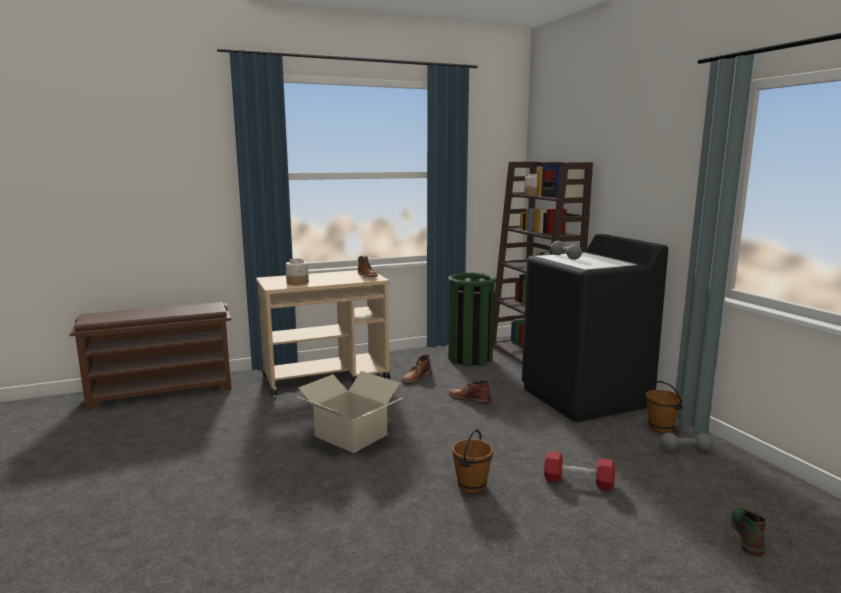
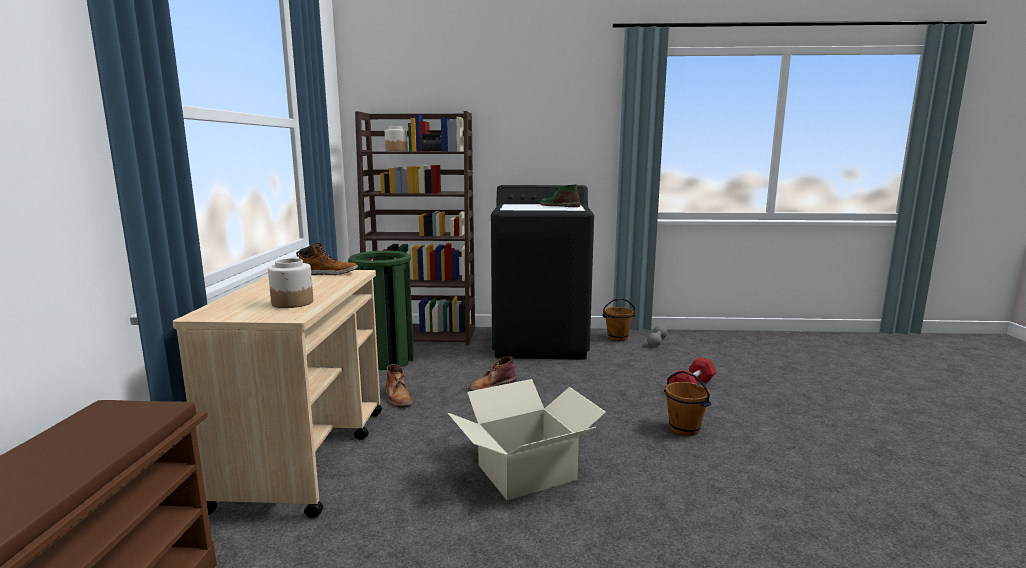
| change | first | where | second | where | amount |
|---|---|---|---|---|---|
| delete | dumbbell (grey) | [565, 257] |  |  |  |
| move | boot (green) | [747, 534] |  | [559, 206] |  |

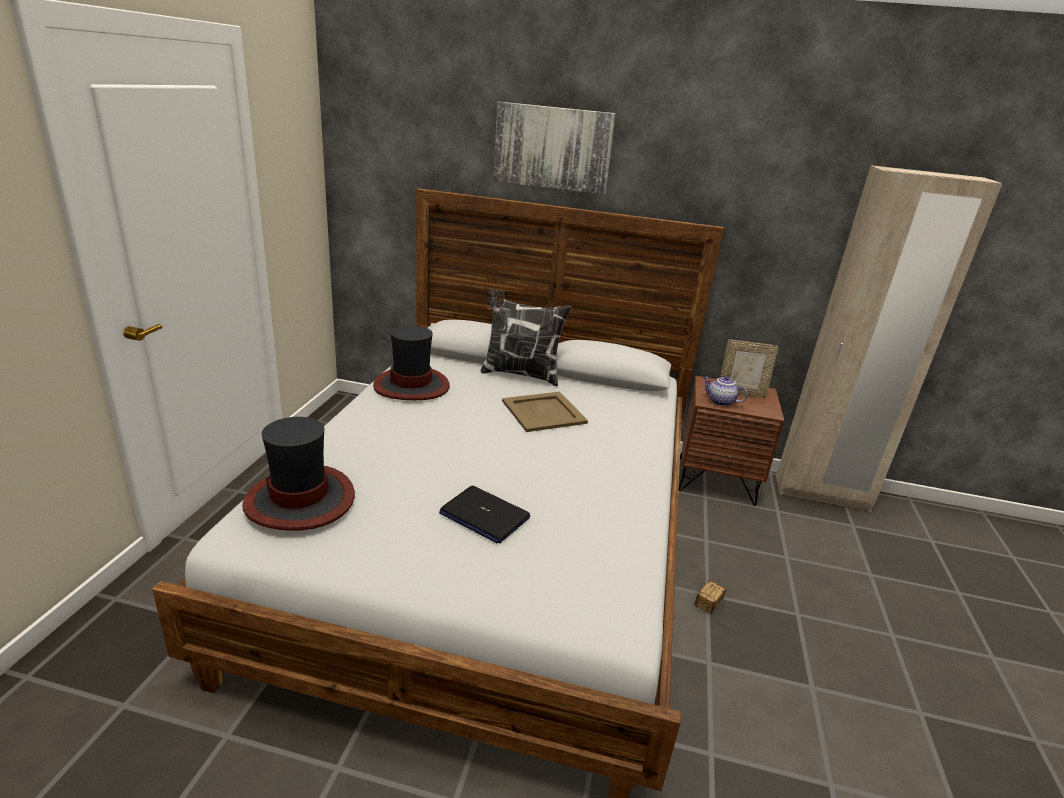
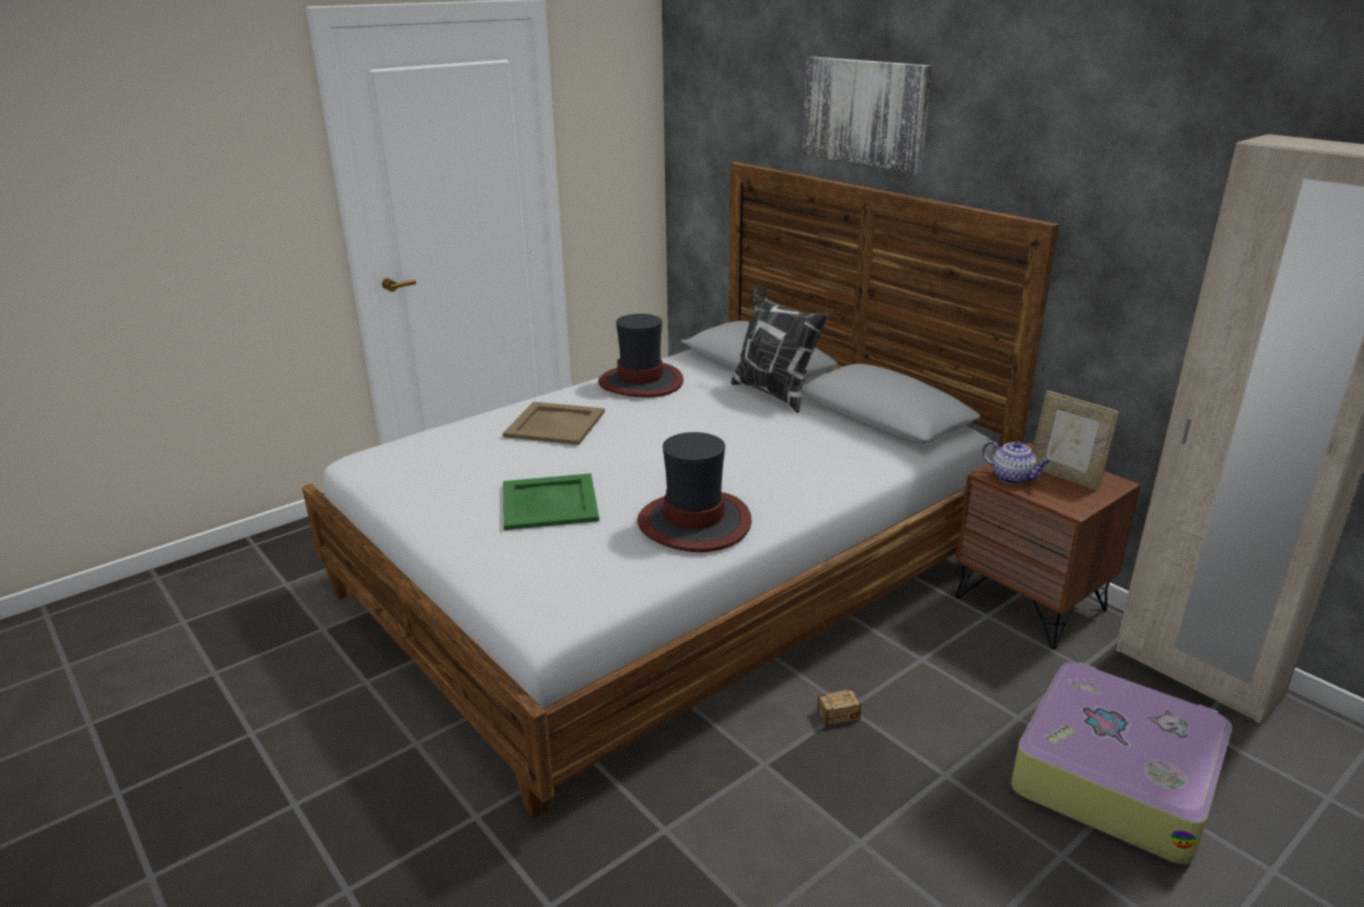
| change | first | where | second | where | amount |
|---|---|---|---|---|---|
| move | hat | [300, 500] |  | [694, 523] |  |
| replace | laptop | [484, 515] | tray (green) | [550, 502] |  |
| move | tray (beige) | [544, 411] |  | [556, 423] |  |
| rotate | teapot | [720, 401] |  | [1013, 478] | 150 degrees clockwise |
| insert |  |  | suitcase | [1114, 776] |  |

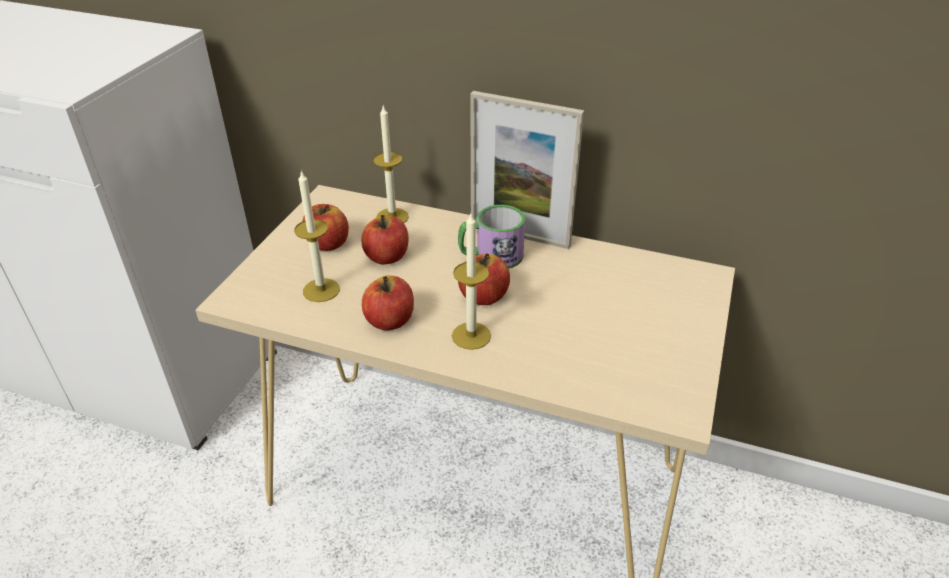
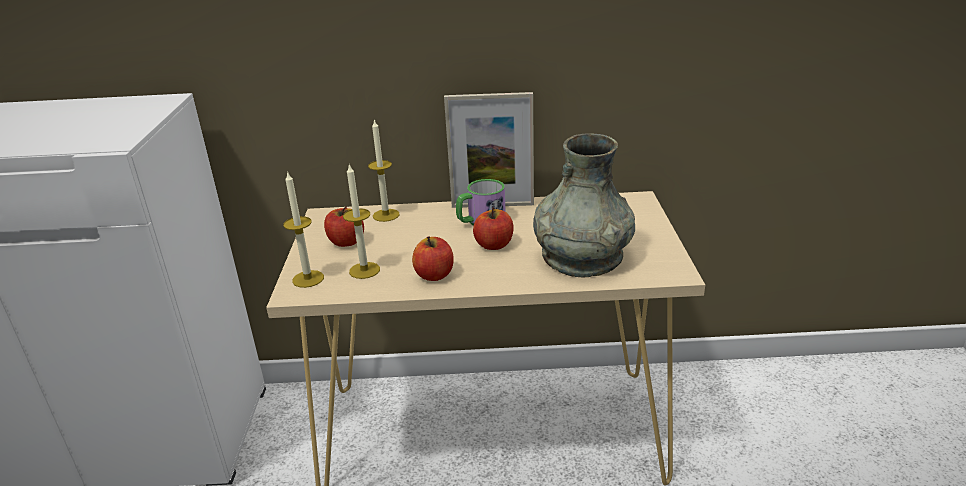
| change | first | where | second | where | amount |
|---|---|---|---|---|---|
| delete | apple | [387, 257] |  |  |  |
| move | candle | [471, 336] |  | [308, 279] |  |
| insert |  |  | vase (grey) | [582, 256] |  |

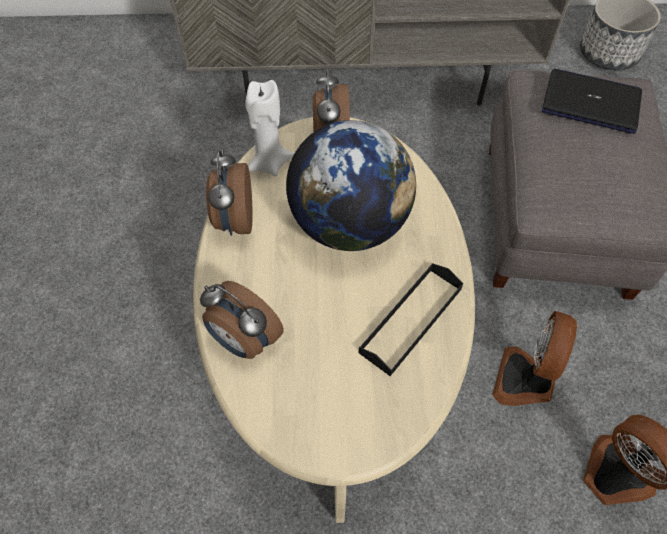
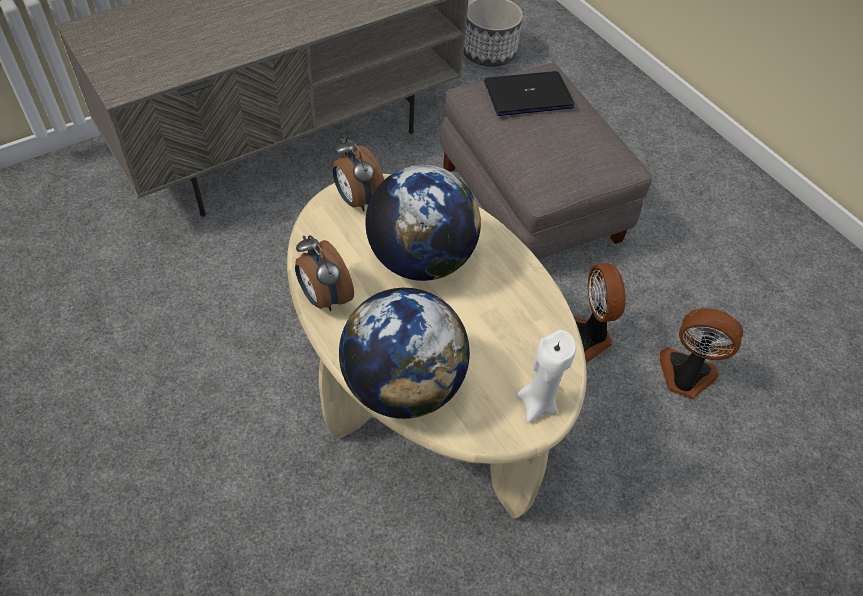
| change | first | where | second | where | amount |
|---|---|---|---|---|---|
| replace | alarm clock | [244, 341] | globe | [403, 385] |  |
| move | candle (white) | [269, 163] |  | [537, 403] |  |
| delete | tray (black) | [411, 320] |  |  |  |

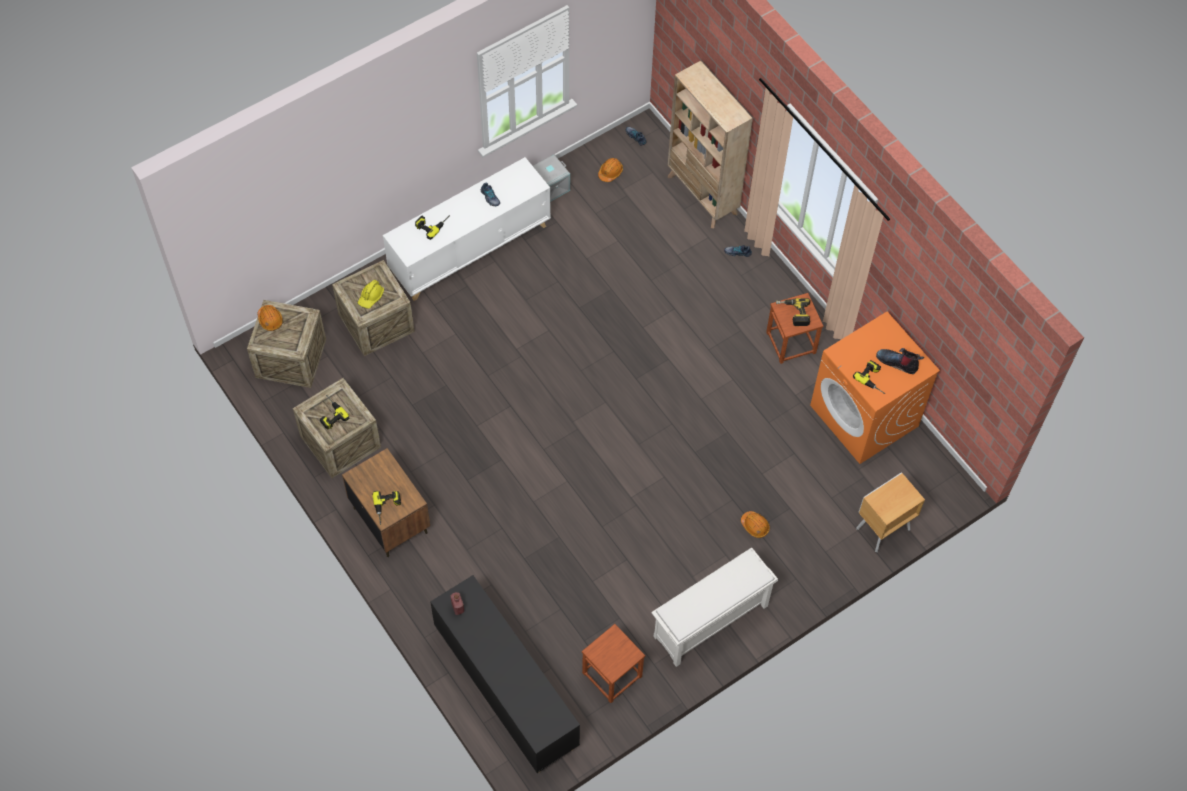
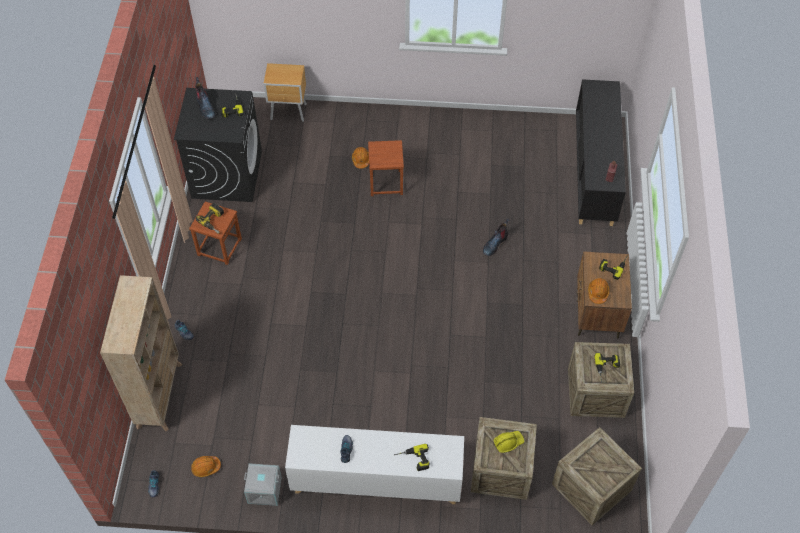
| change | first | where | second | where | amount |
|---|---|---|---|---|---|
| move | hard hat (orange) | [270, 320] |  | [598, 292] |  |
| move | stool (brown) | [612, 674] |  | [385, 182] |  |
| delete | shoe rack (white) | [710, 622] |  |  |  |
| recolor | washing machine (orange) | [865, 416] | washing machine (black) | [226, 174] |  |
| insert |  |  | boot | [495, 243] |  |

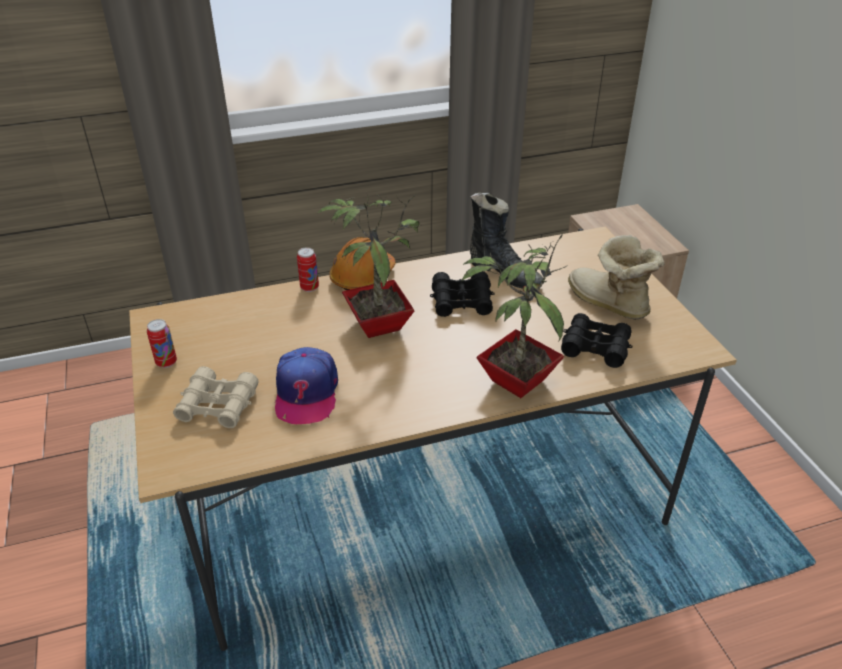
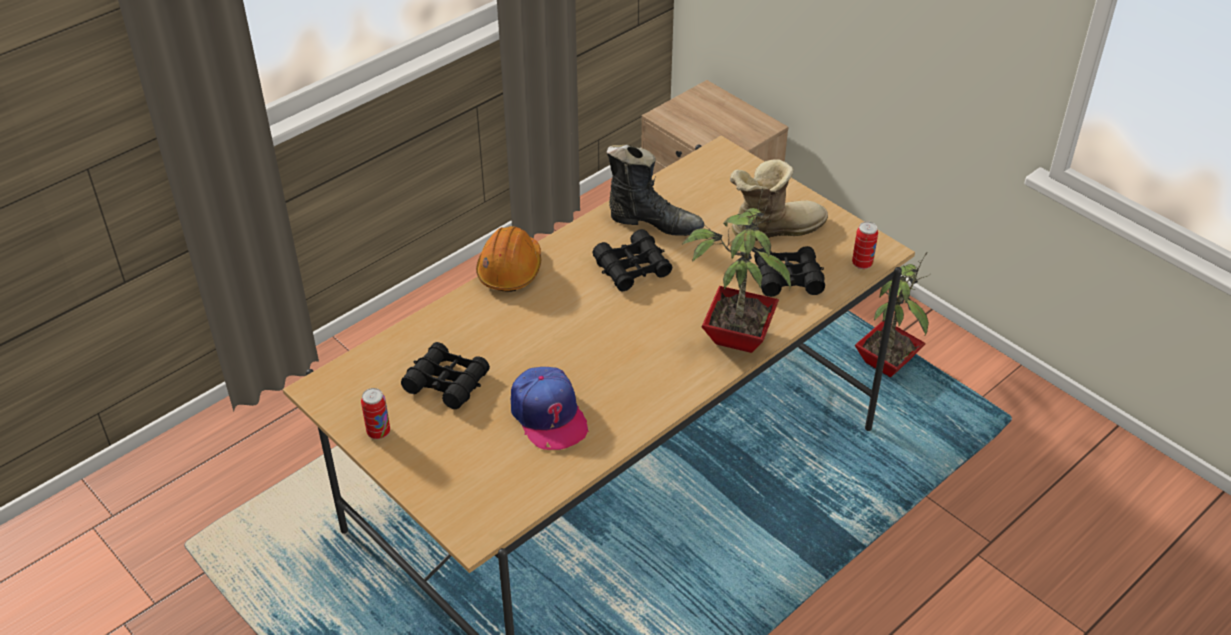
| change | first | where | second | where | amount |
|---|---|---|---|---|---|
| delete | binoculars (beige) | [218, 405] |  |  |  |
| move | can | [309, 287] |  | [862, 264] |  |
| move | potted plant | [377, 323] |  | [884, 362] |  |
| rotate | boot | [607, 304] |  | [773, 228] | 135 degrees clockwise |
| insert |  |  | binoculars (black) | [447, 382] |  |

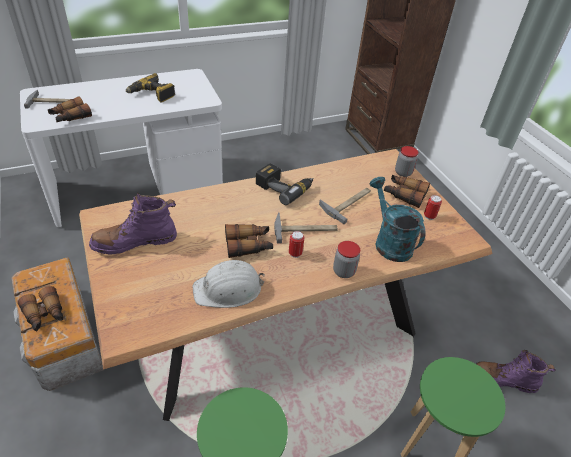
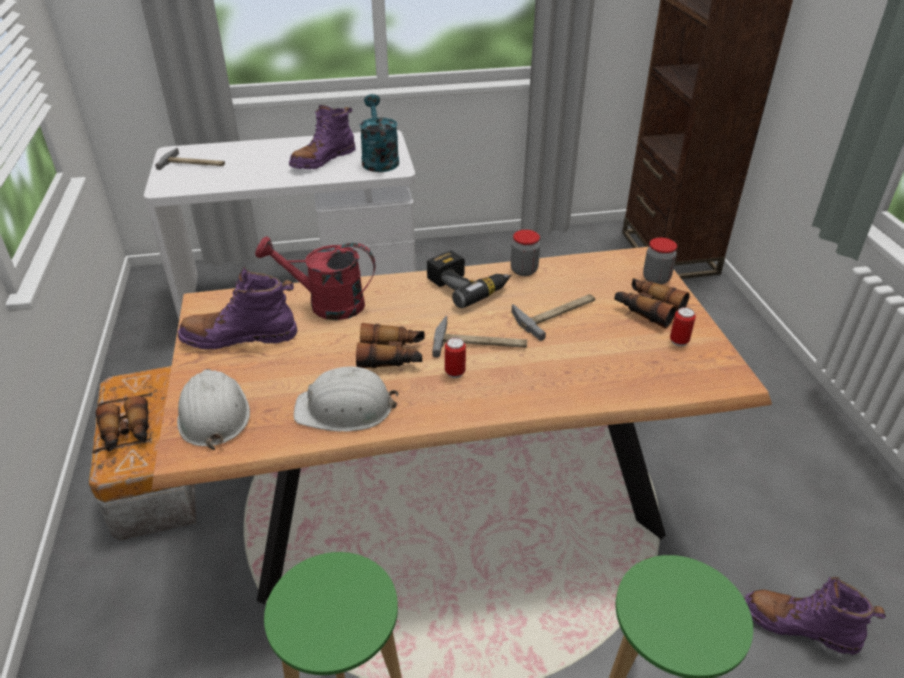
| change | first | where | second | where | amount |
|---|---|---|---|---|---|
| delete | binoculars | [70, 117] |  |  |  |
| replace | power drill | [152, 95] | boot (purple) | [323, 160] |  |
| move | jar | [344, 271] |  | [524, 270] |  |
| move | watering can (turquoise) | [389, 242] |  | [379, 159] |  |
| insert |  |  | hard hat (white) | [213, 414] |  |
| insert |  |  | watering can (red) | [326, 304] |  |

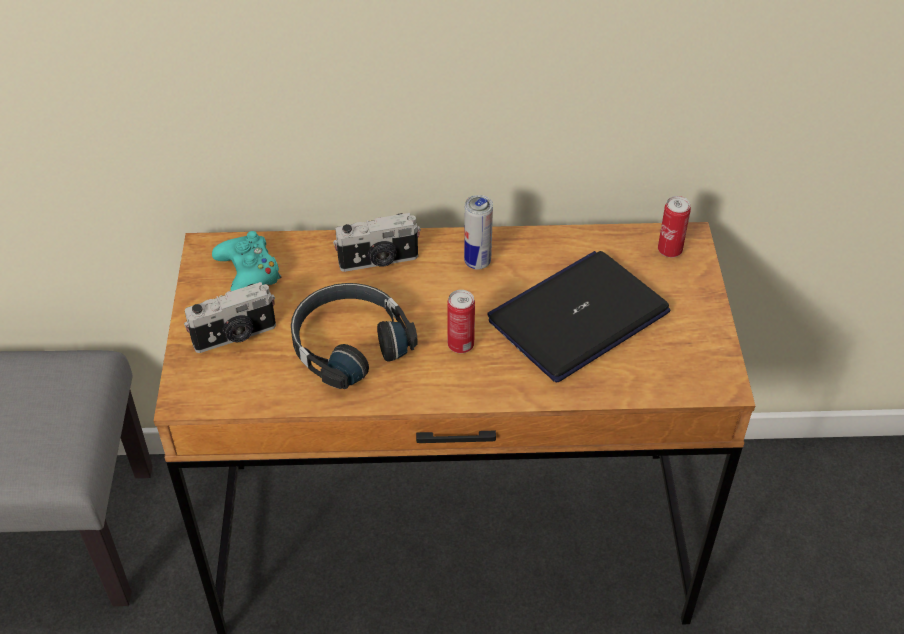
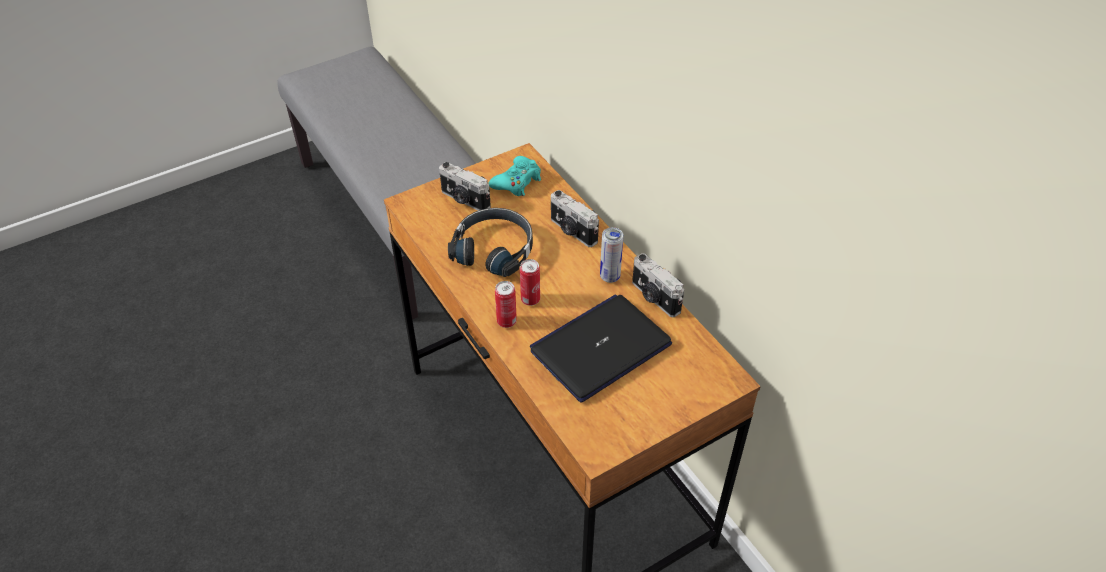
| change | first | where | second | where | amount |
|---|---|---|---|---|---|
| rotate | laptop | [578, 316] |  | [600, 348] | 60 degrees counterclockwise |
| move | can | [669, 250] |  | [506, 321] |  |
| insert |  |  | photo camera | [654, 298] |  |

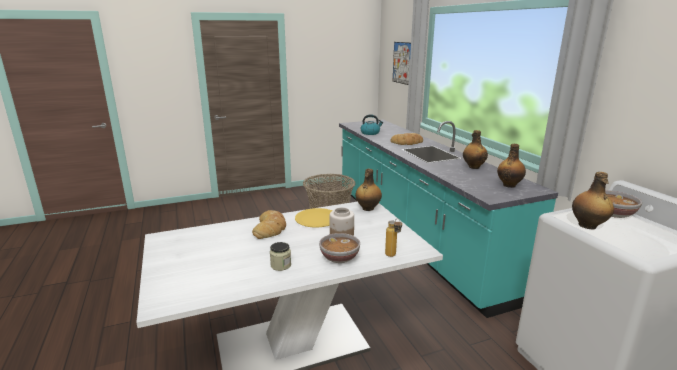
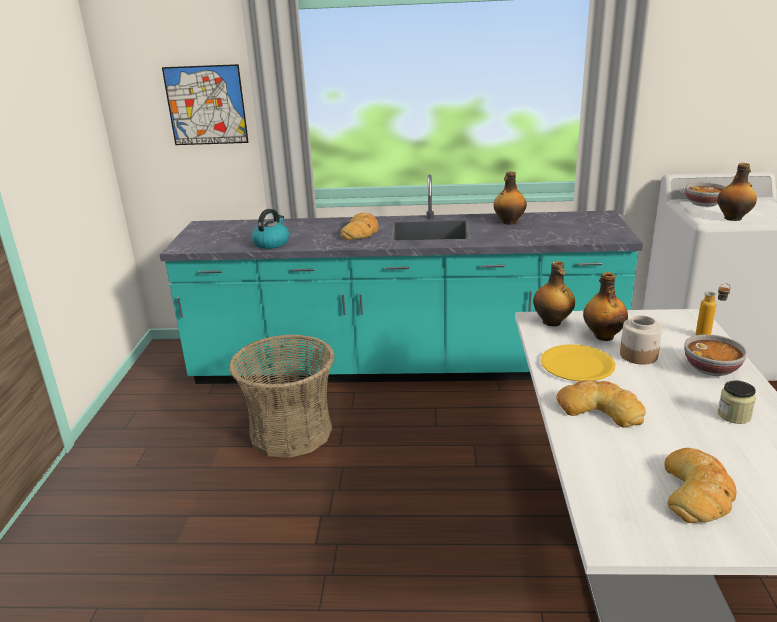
| change | first | where | second | where | amount |
|---|---|---|---|---|---|
| move | bottle | [509, 185] |  | [603, 336] |  |
| insert |  |  | bread | [697, 491] |  |

